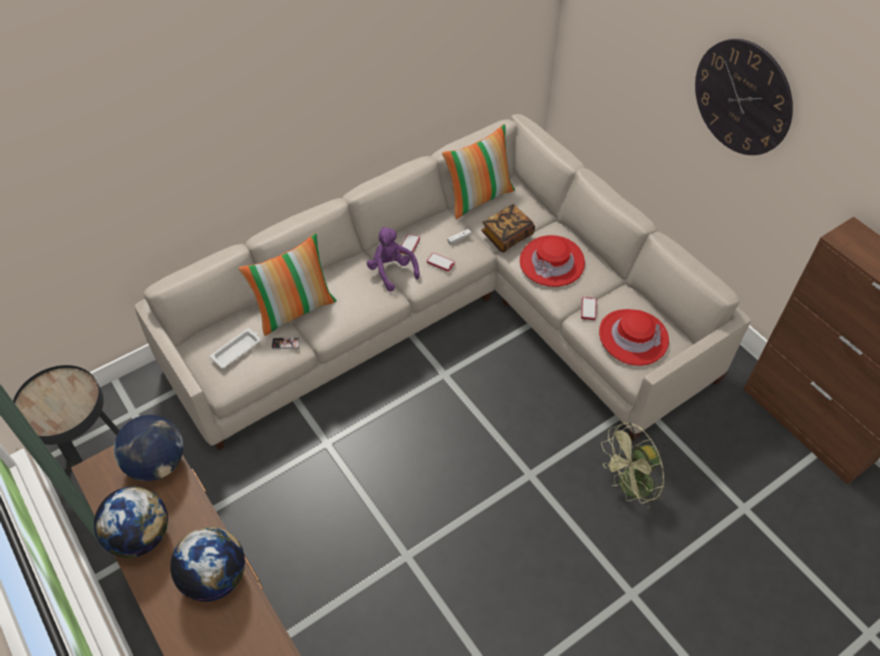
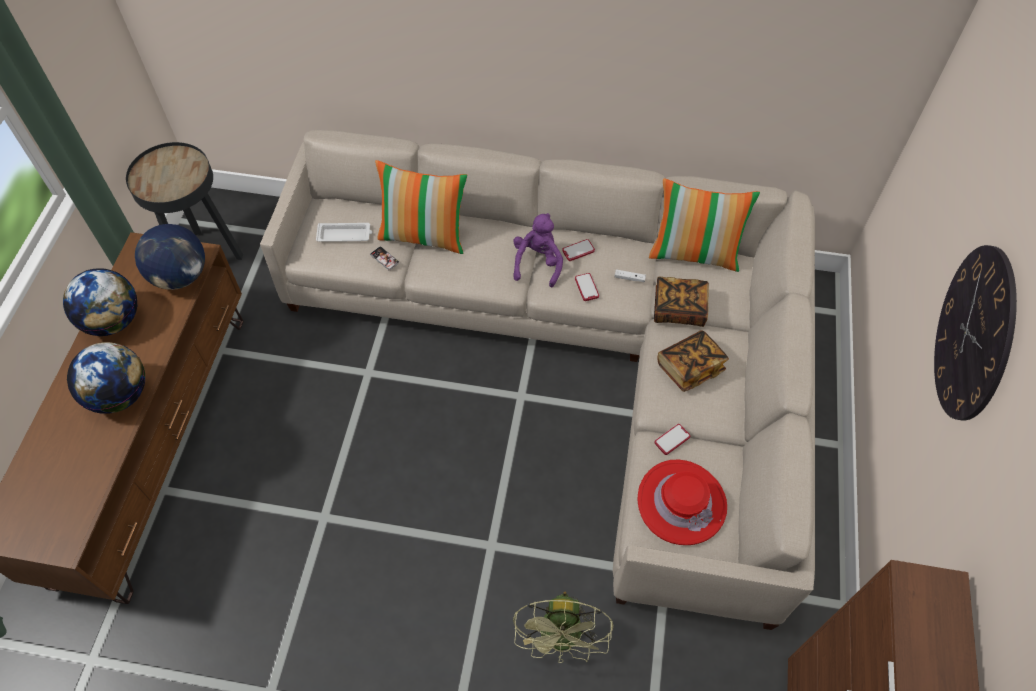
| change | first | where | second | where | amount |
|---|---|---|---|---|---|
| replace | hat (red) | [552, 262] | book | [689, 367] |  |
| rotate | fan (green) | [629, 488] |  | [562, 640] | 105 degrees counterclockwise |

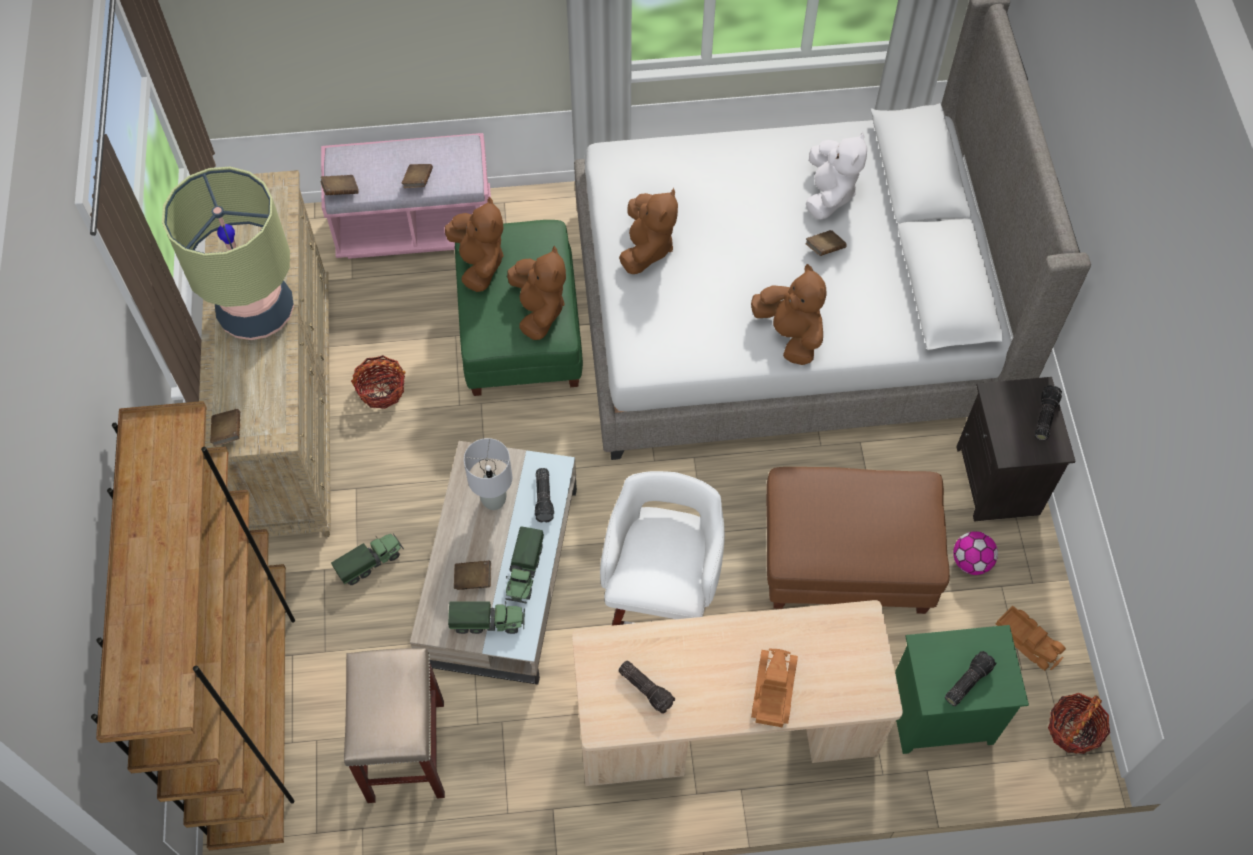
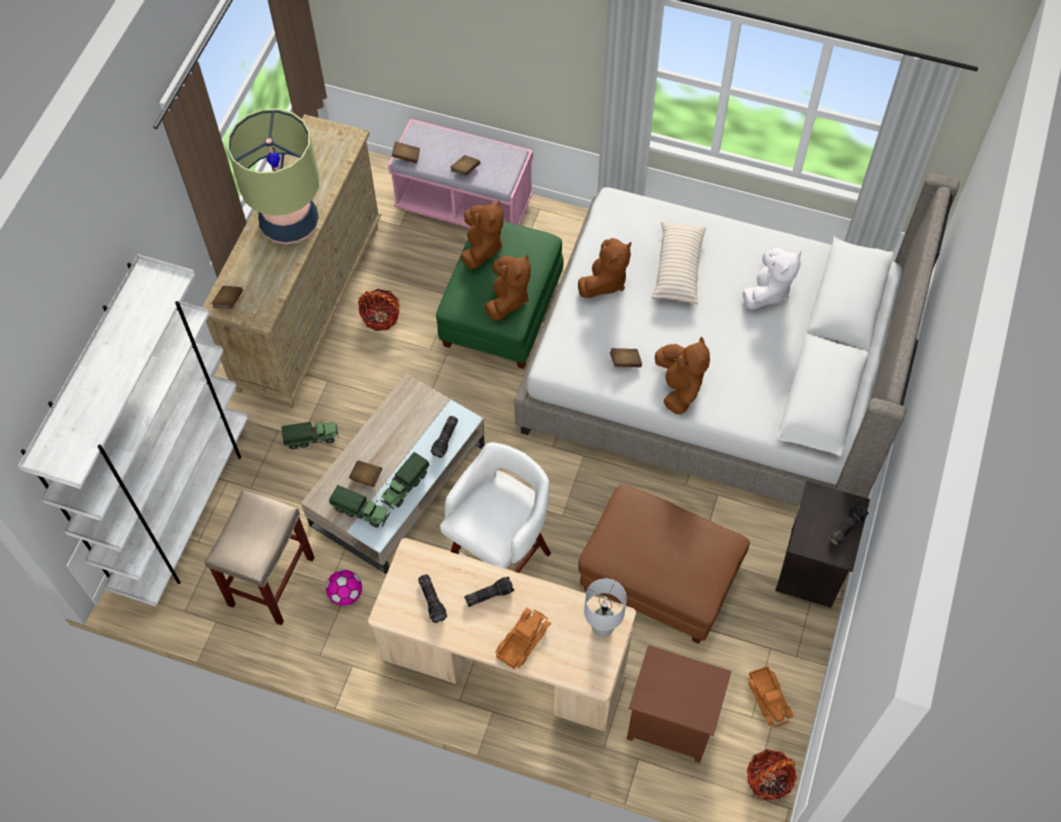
| change | first | where | second | where | amount |
|---|---|---|---|---|---|
| recolor | bookcase (brown) | [254, 711] | bookcase (white) | [183, 509] |  |
| move | table lamp (grey) | [493, 501] |  | [602, 628] |  |
| move | book (brown) | [824, 249] |  | [625, 362] |  |
| recolor | nightstand (green) | [939, 716] | nightstand (brown) | [669, 724] |  |
| move | flashlight | [967, 681] |  | [489, 594] |  |
| move | football | [971, 562] |  | [346, 594] |  |
| insert |  |  | pillow (beige) | [678, 268] |  |

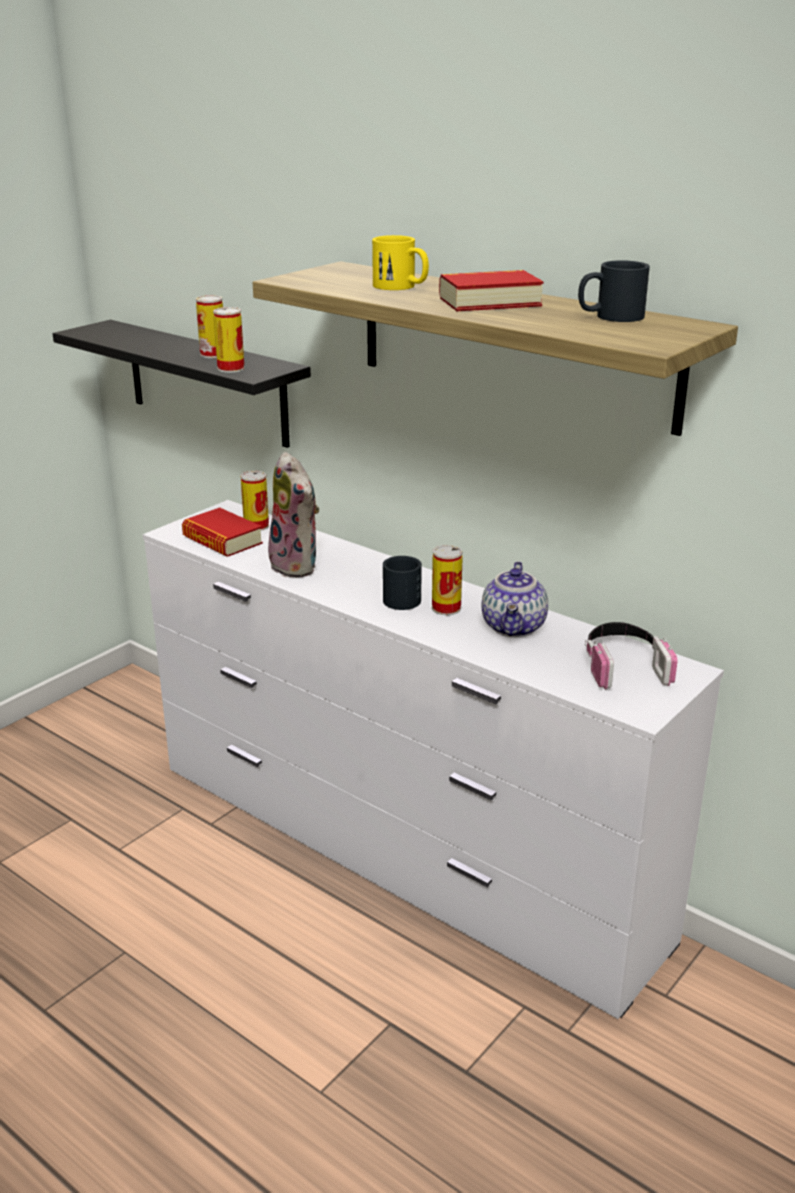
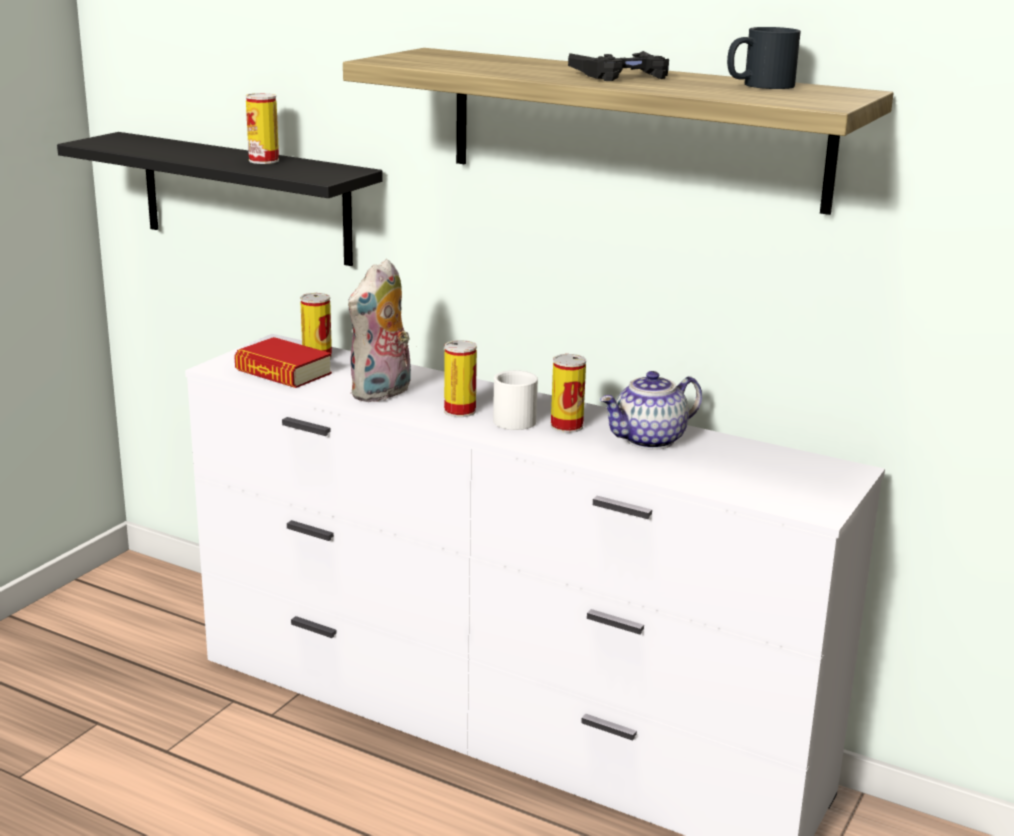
| change | first | where | second | where | amount |
|---|---|---|---|---|---|
| move | can | [231, 368] |  | [460, 411] |  |
| rotate | plush toy | [298, 566] |  | [382, 393] | 75 degrees clockwise |
| delete | mug (yellow) | [401, 287] |  |  |  |
| recolor | mug (black) | [400, 597] | mug (white) | [510, 418] |  |
| replace | book | [489, 301] | game controller (black) | [621, 75] |  |
| rotate | teapot | [515, 628] |  | [650, 441] | 60 degrees clockwise |
| delete | headphones | [624, 666] |  |  |  |

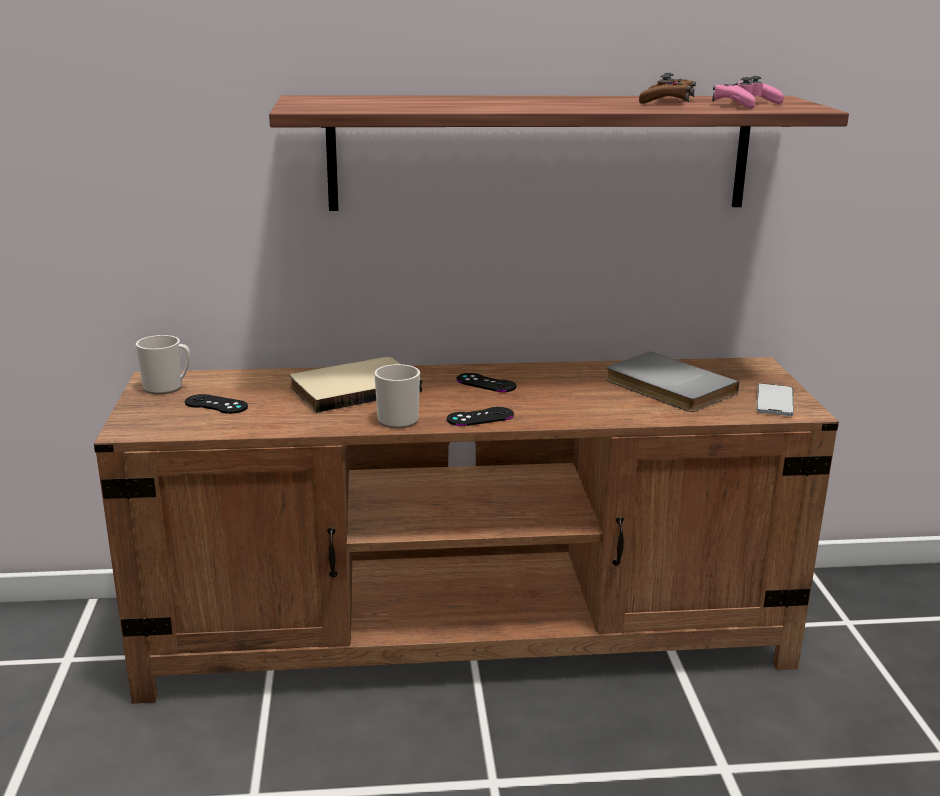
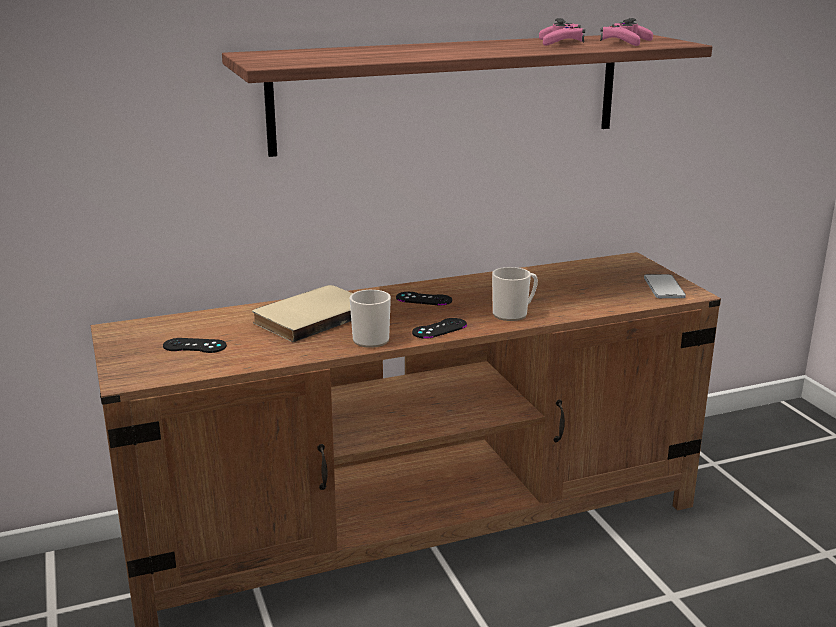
| change | first | where | second | where | amount |
|---|---|---|---|---|---|
| move | mug | [167, 387] |  | [513, 314] |  |
| delete | book (grey) | [667, 387] |  |  |  |
| recolor | game controller (brown) | [667, 101] | game controller (pink) | [561, 42] |  |

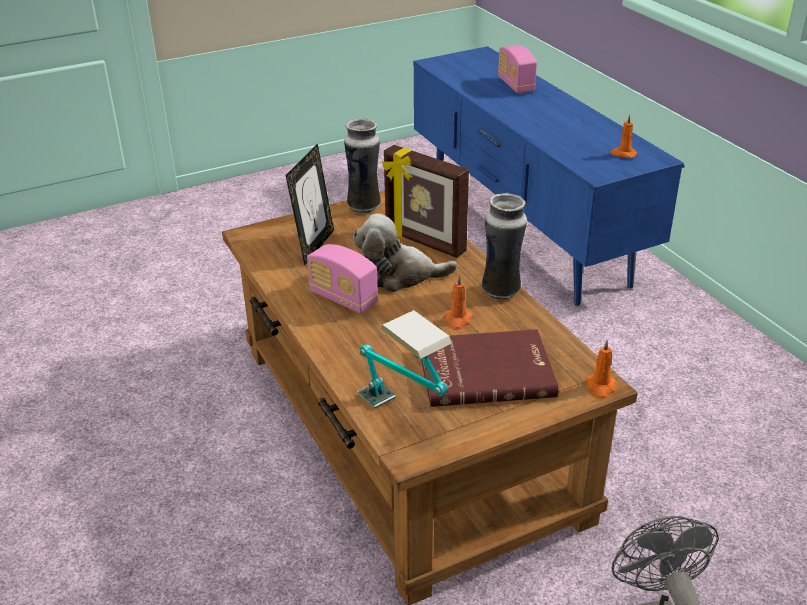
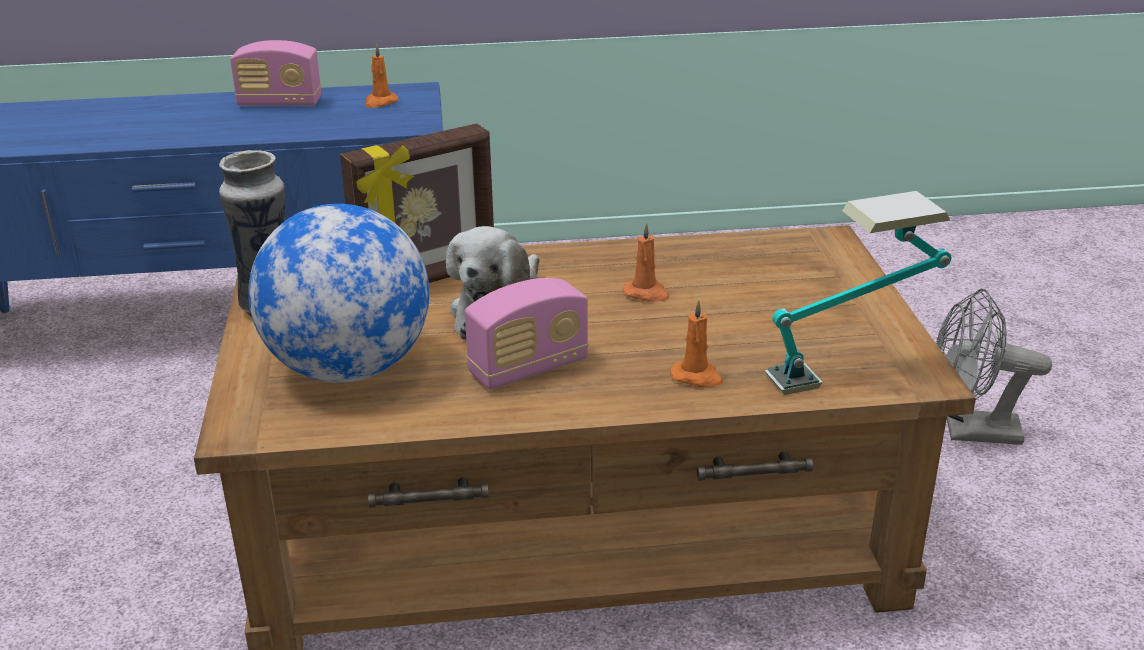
| change | first | where | second | where | amount |
|---|---|---|---|---|---|
| replace | picture frame | [314, 246] | globe | [348, 369] |  |
| delete | book (red) | [485, 371] |  |  |  |
| delete | vase | [501, 291] |  |  |  |
| move | radio | [515, 85] |  | [280, 103] |  |
| move | candle (orange) | [600, 387] |  | [697, 377] |  |

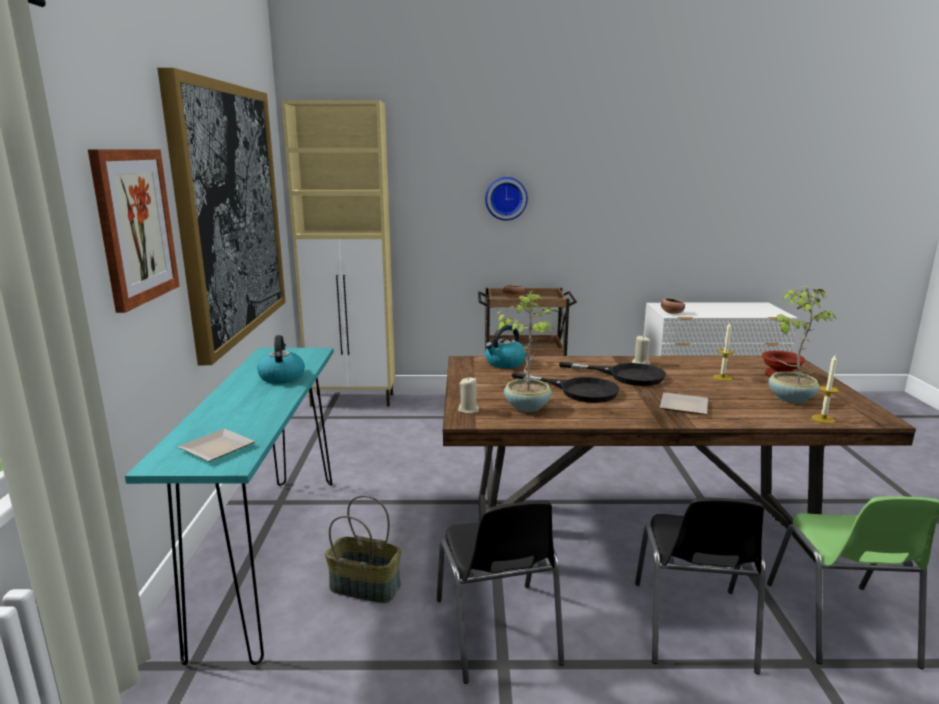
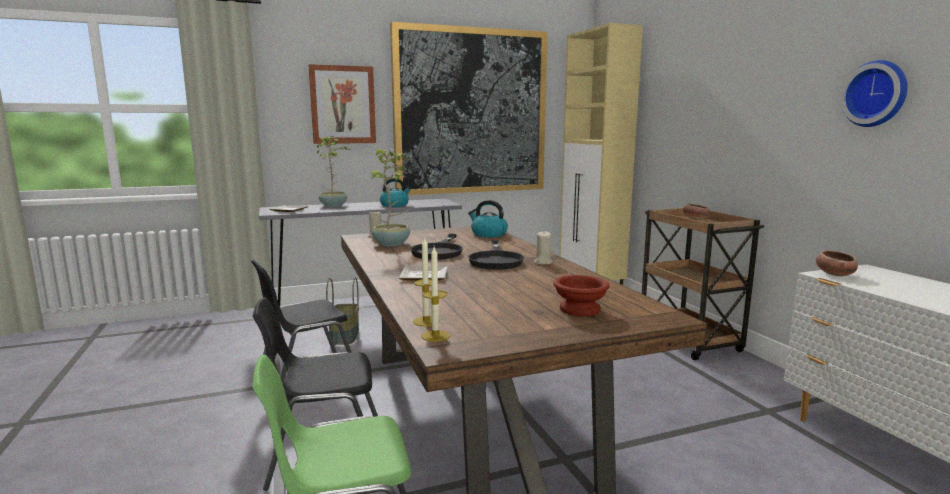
| change | first | where | second | where | amount |
|---|---|---|---|---|---|
| recolor | console table (turquoise) | [271, 555] | console table (grey) | [367, 310] |  |
| move | wall clock | [506, 198] |  | [876, 94] |  |
| move | candle | [722, 377] |  | [435, 336] |  |
| move | potted plant | [789, 398] |  | [334, 205] |  |

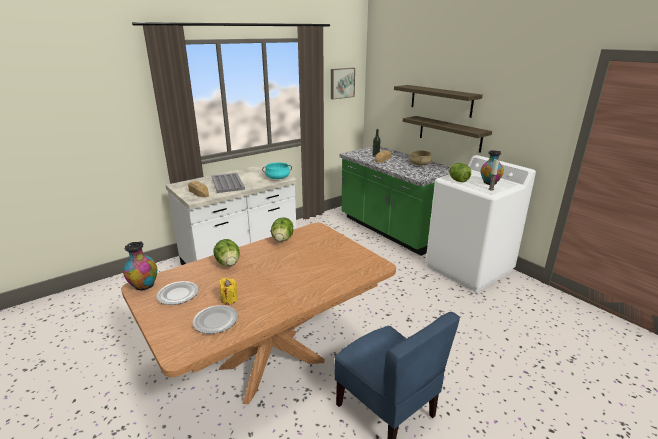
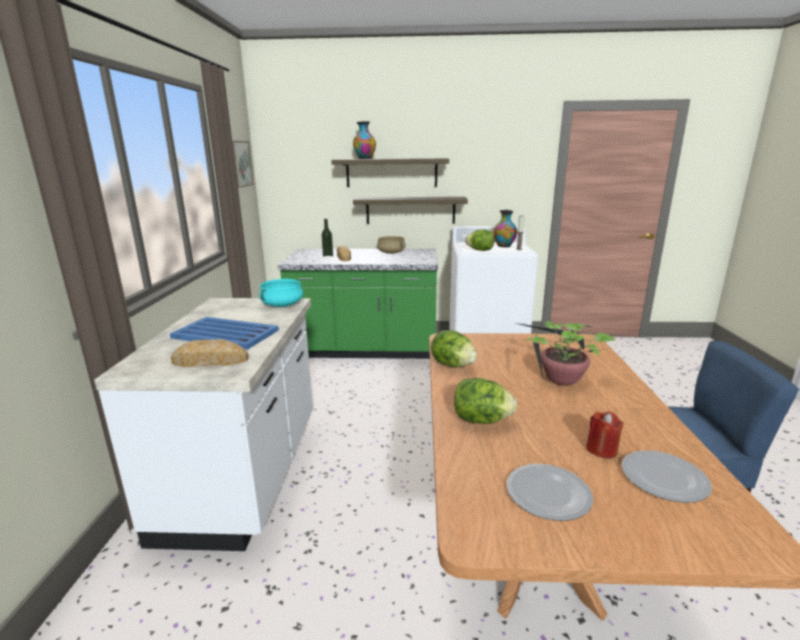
| change | first | where | second | where | amount |
|---|---|---|---|---|---|
| move | vase | [143, 286] |  | [364, 159] |  |
| recolor | tray (grey) | [227, 183] | tray (blue) | [226, 334] |  |
| recolor | candle (yellow) | [229, 299] | candle (red) | [601, 449] |  |
| insert |  |  | potted plant | [561, 382] |  |

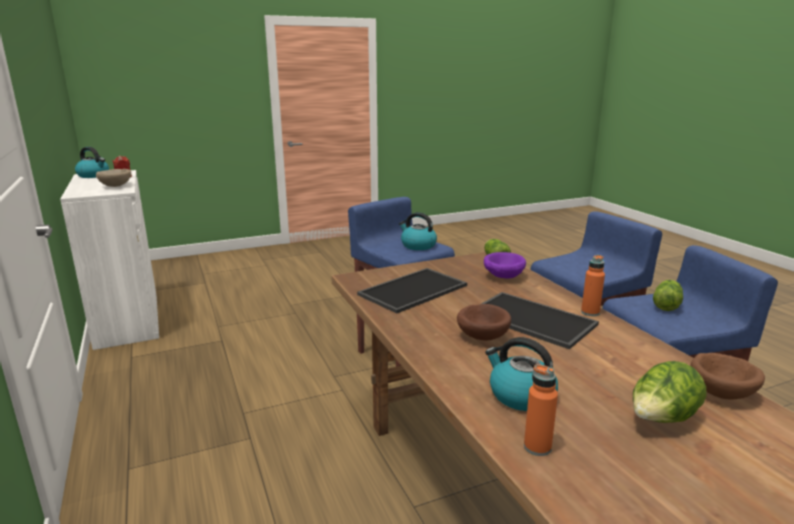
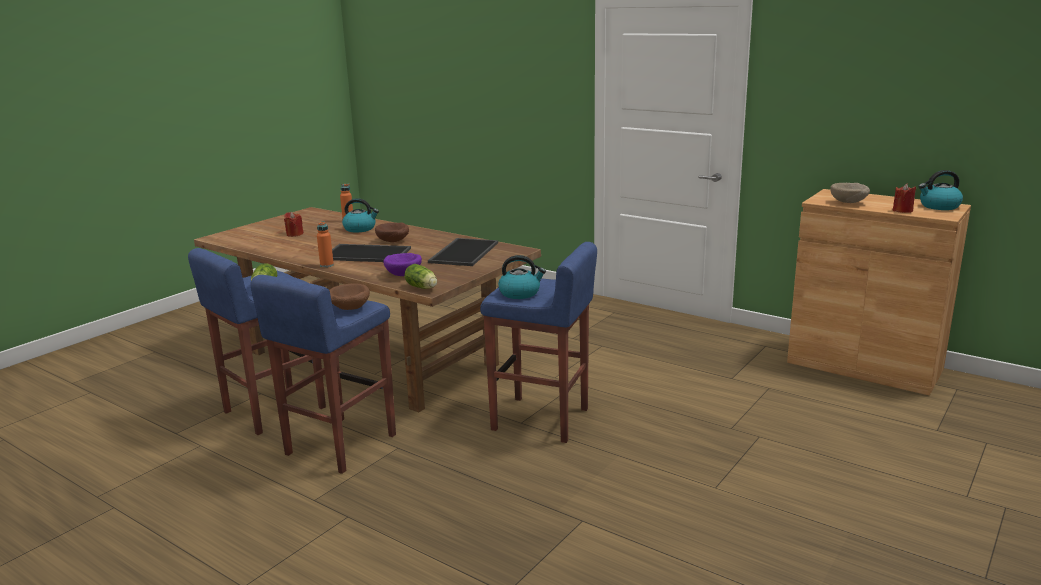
| change | first | where | second | where | amount |
|---|---|---|---|---|---|
| recolor | cabinet (white) | [127, 319] | cabinet (brown) | [864, 366] |  |
| replace | lettuce | [661, 420] | candle (red) | [294, 234] |  |
| move | bowl (brown) | [722, 393] |  | [349, 308] |  |

